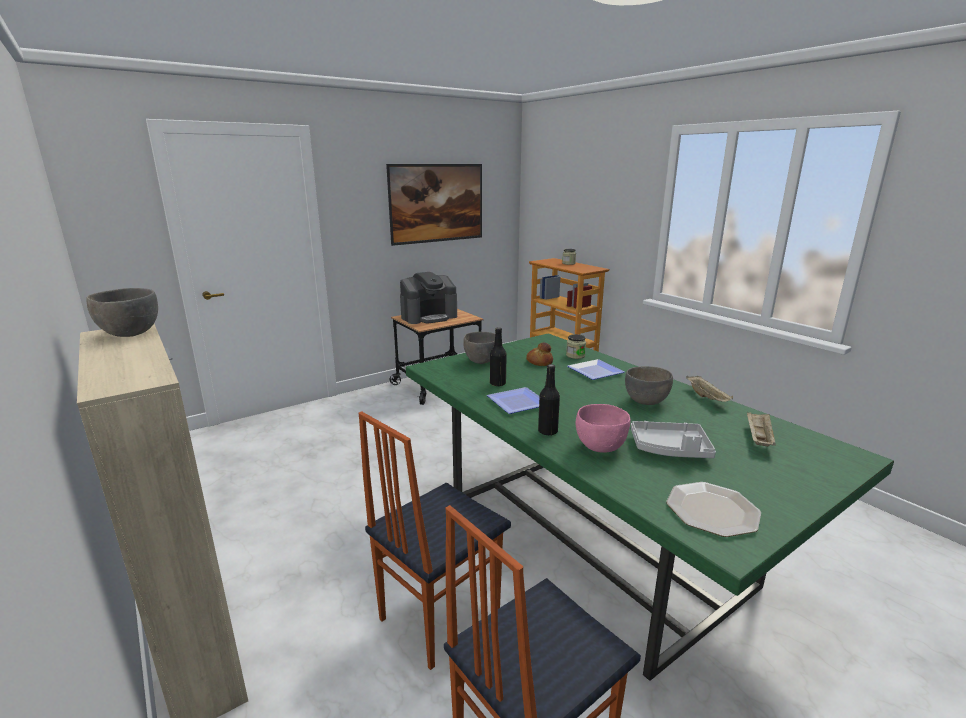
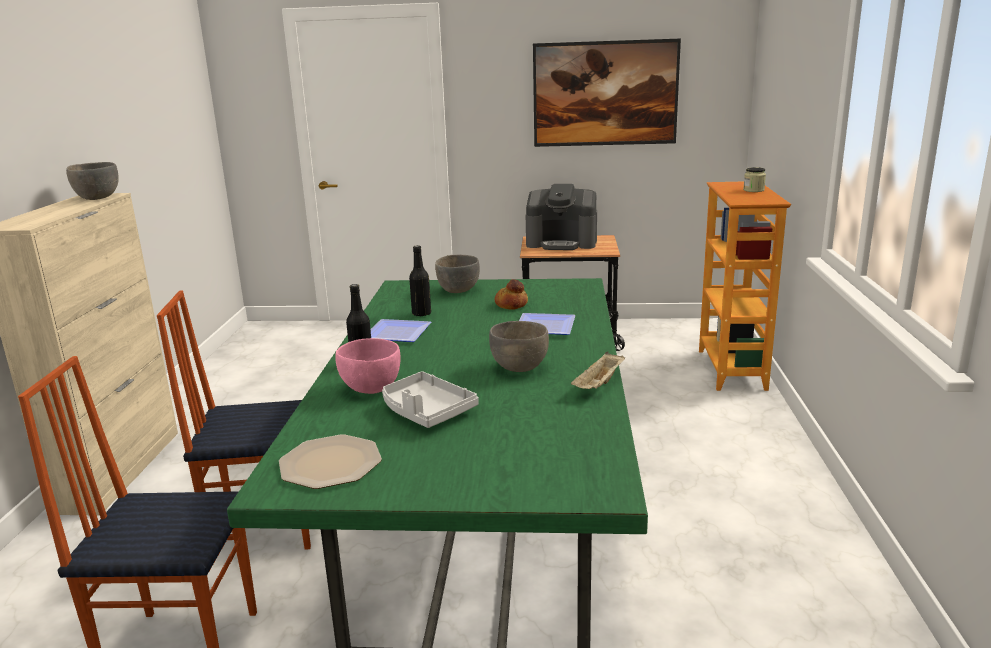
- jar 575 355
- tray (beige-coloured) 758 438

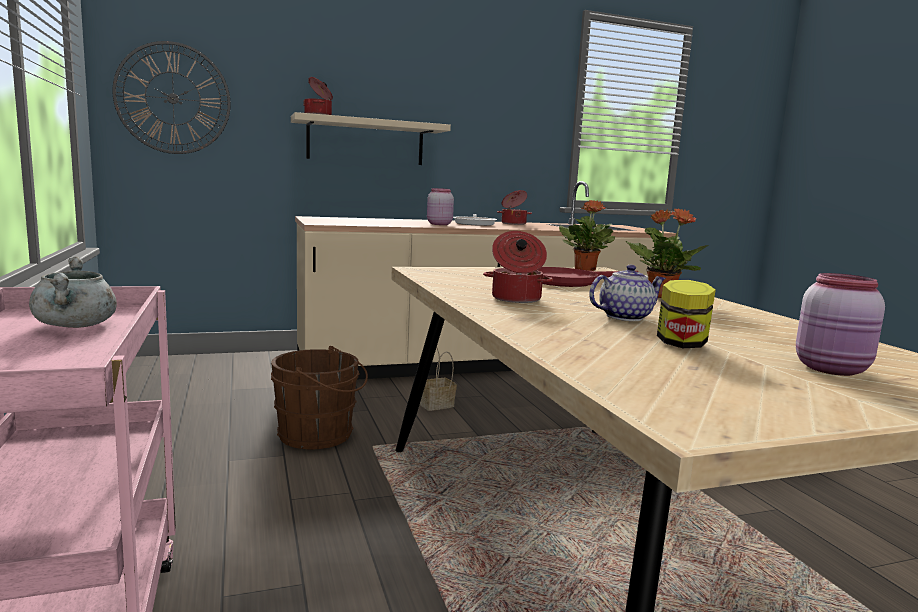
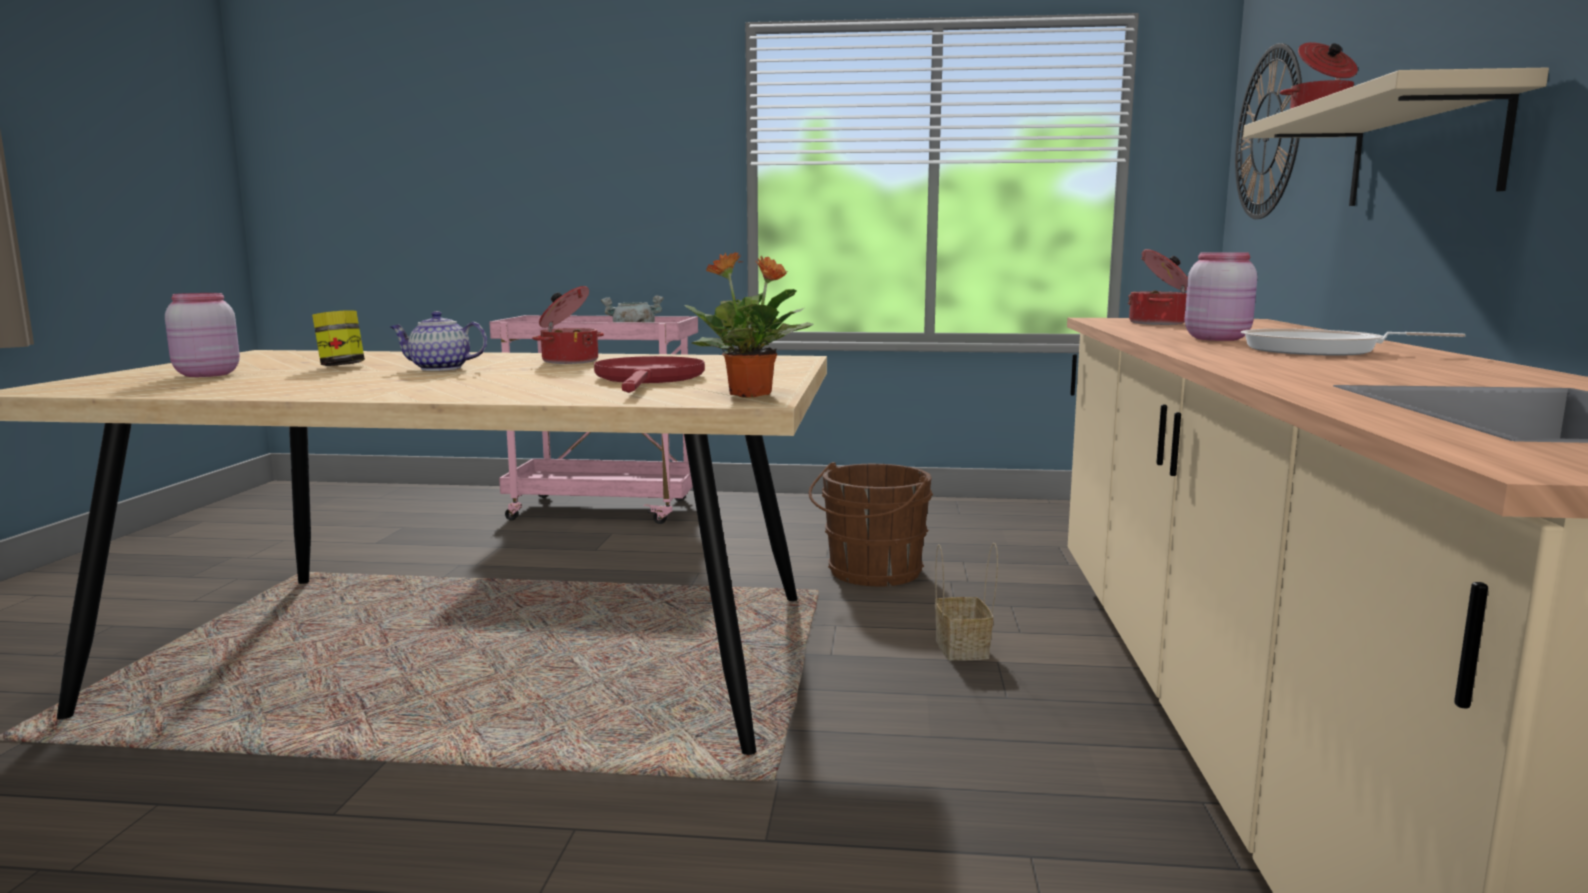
- houseplant 660 296
~ stockpot 513 223 to 1159 323
~ pot for tea 624 317 = 439 369 90 degrees clockwise

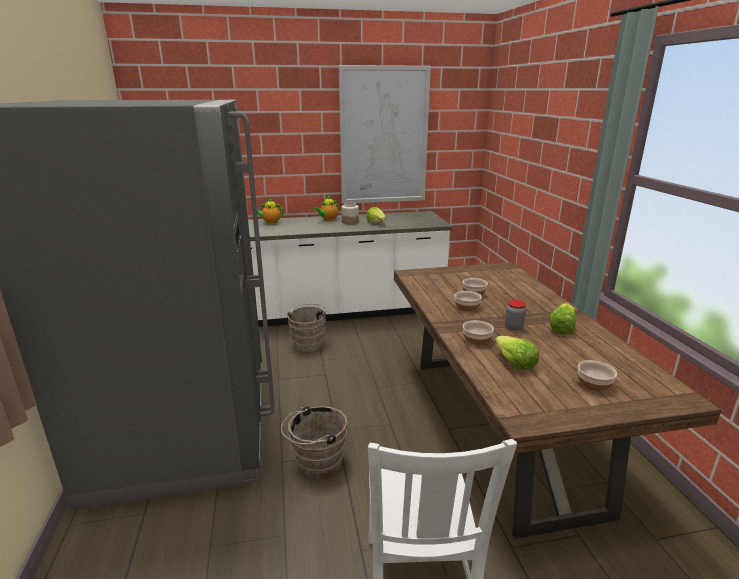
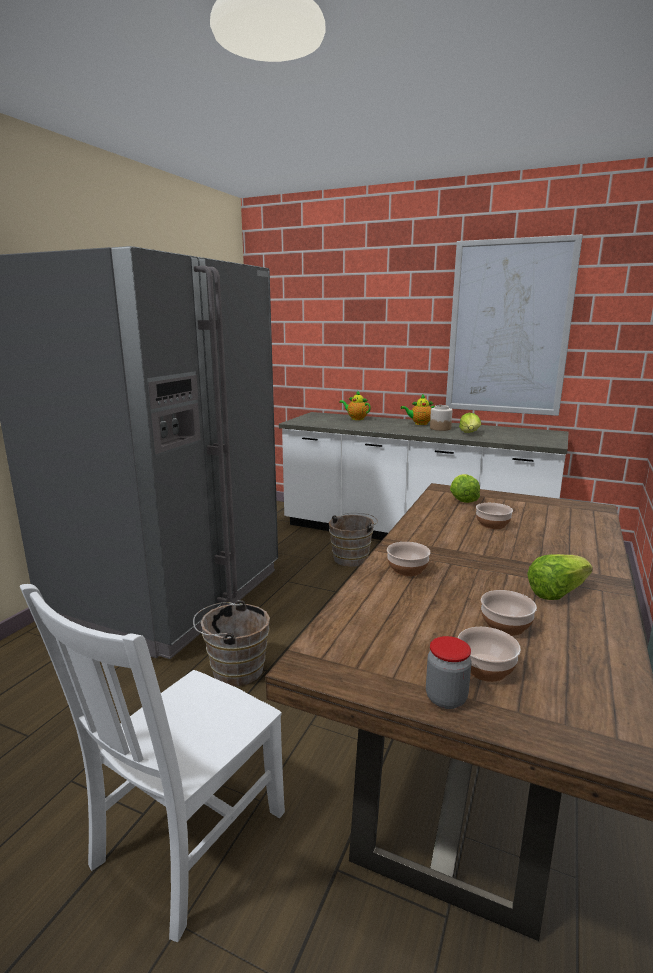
~ serving bowl 466 307 to 505 625
~ head of lettuce 514 363 to 463 499
~ jar 513 327 to 446 698

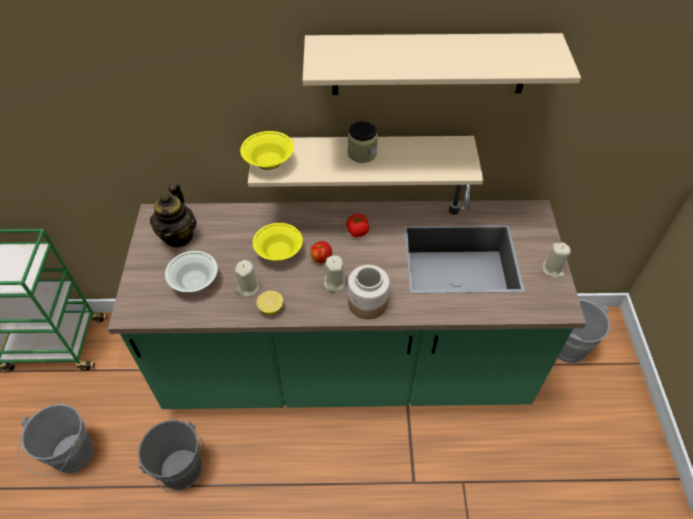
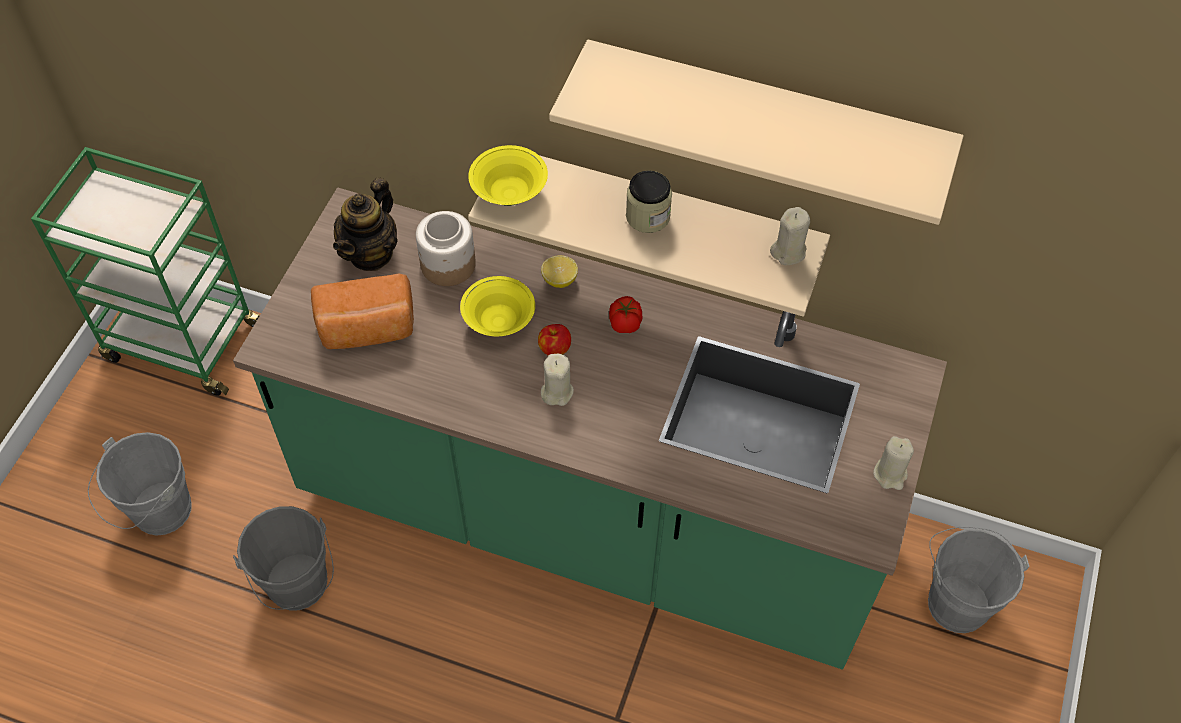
~ candle (beige-coloured) 248 287 to 788 251
~ whole lemon 271 308 to 559 280
~ jar 367 303 to 448 265
~ serving bowl (white-coloured) 195 282 to bakery bread 367 330

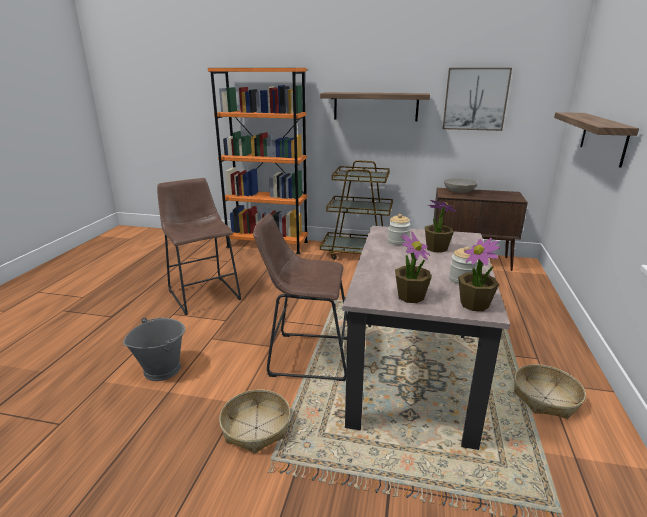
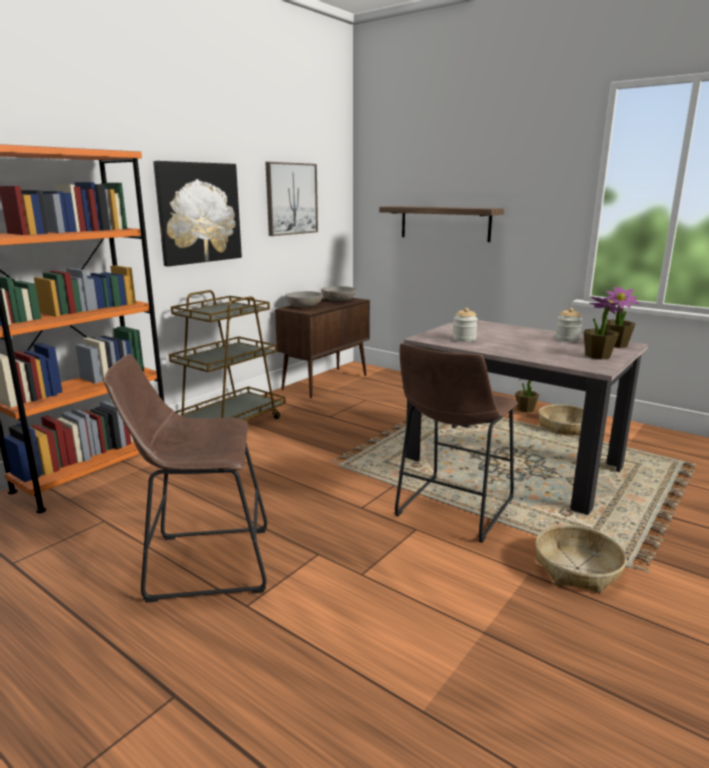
- bucket (gray) 162 369
+ serving bowl (gray) 339 300
~ houseplant 436 248 to 525 409
~ wall shelf 375 106 to picture 198 213

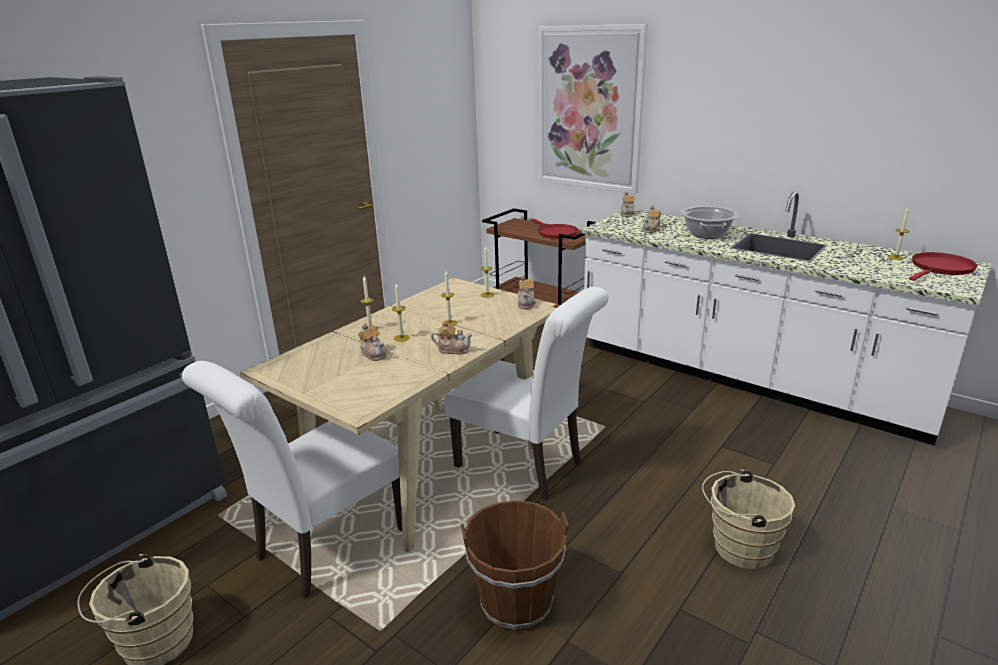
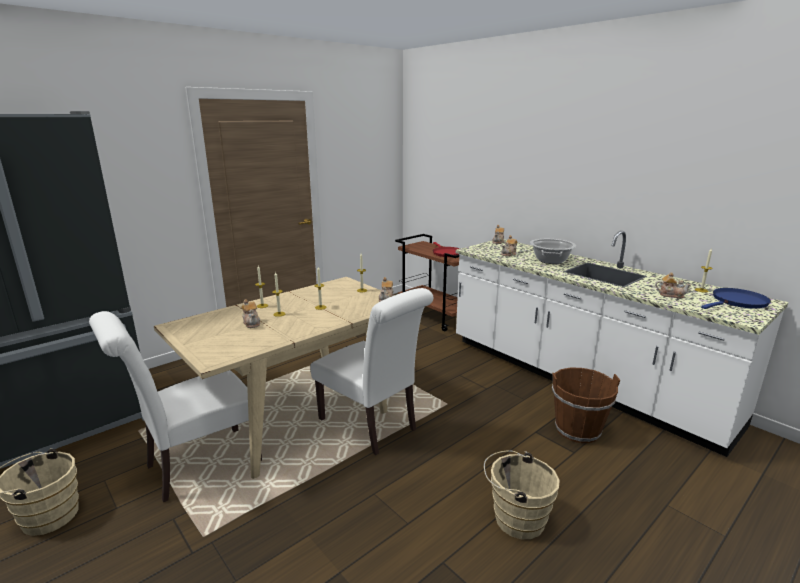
- picture 589 109
~ pot for tea 453 349 to 670 295
~ bucket (brown) 516 602 to 577 430
~ frying pan (red-coloured) 940 268 to frying pan (blue-coloured) 737 302

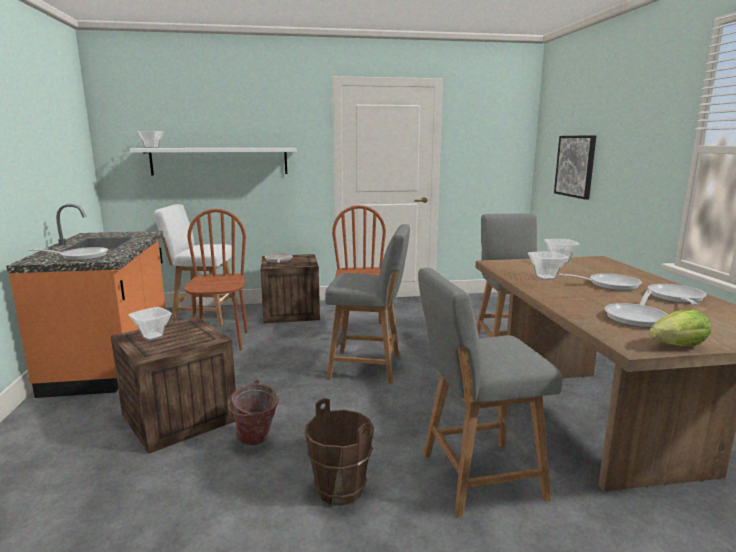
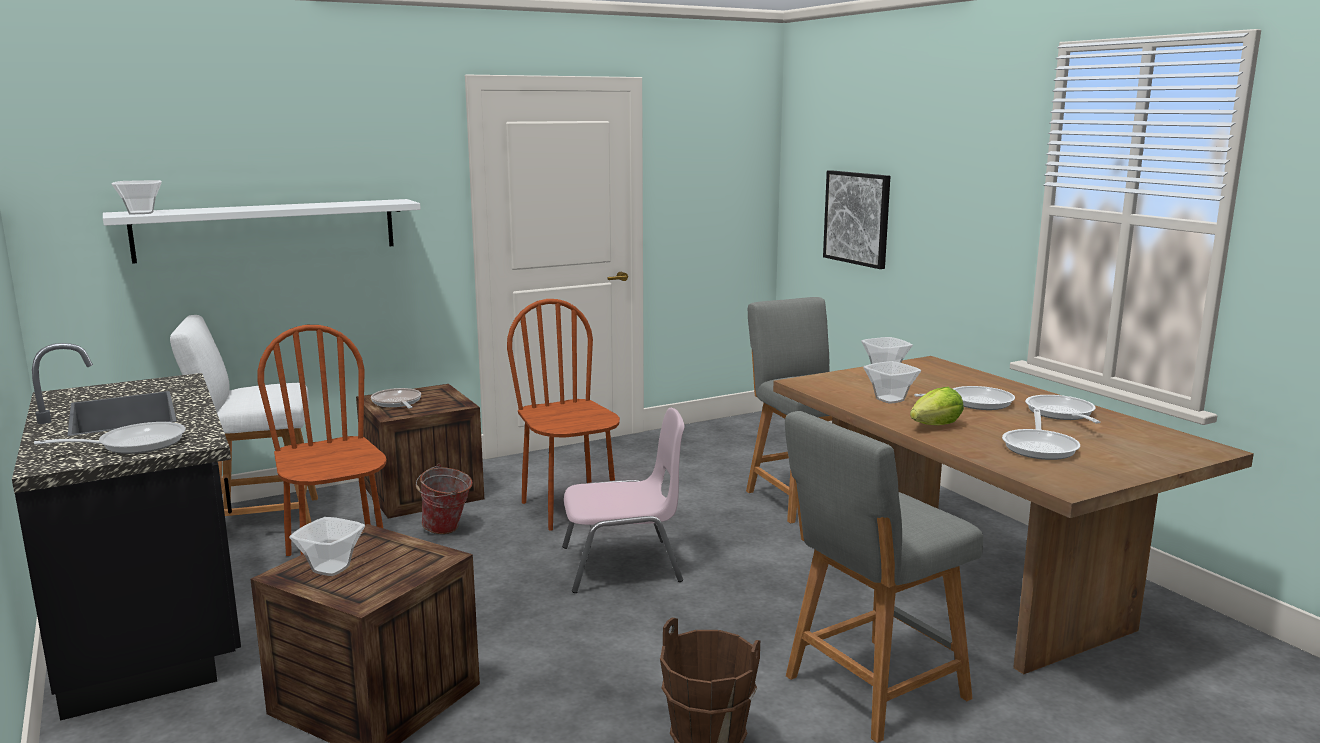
~ bucket 256 441 to 446 530
~ head of lettuce 678 346 to 936 426
~ stool seat (gray) 369 367 to upright chair (pinkish) 623 565
~ kitchen counter (orangey) 113 359 to kitchen counter (black-coloured) 154 626

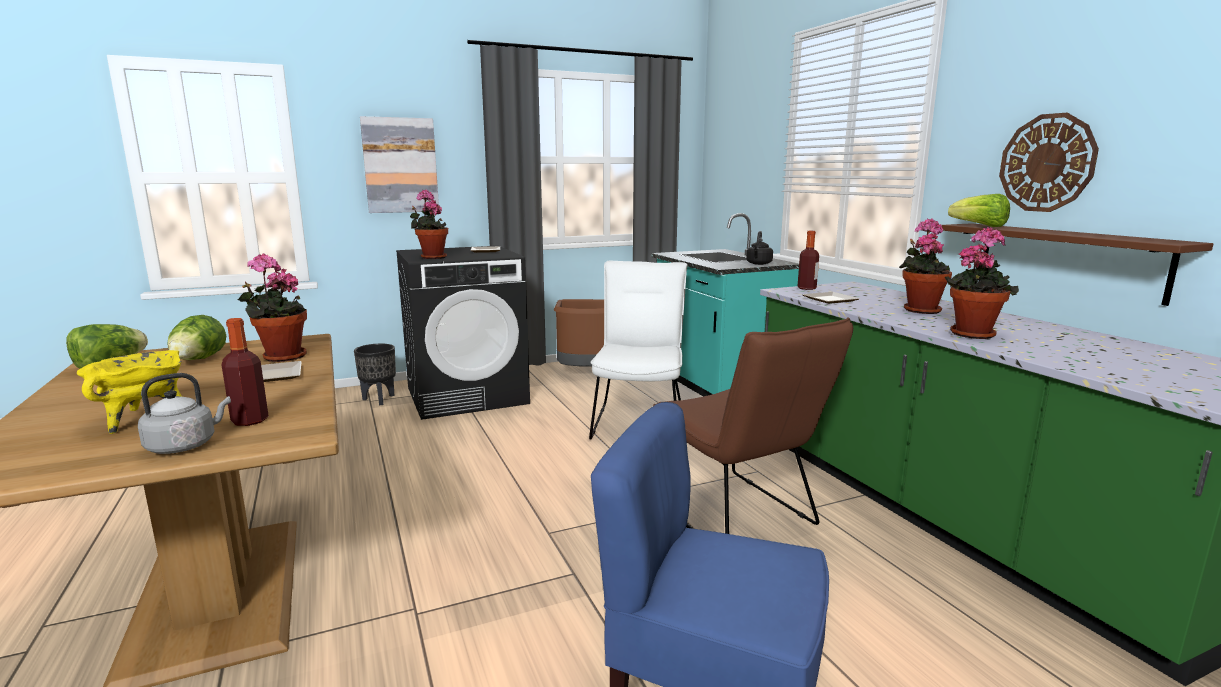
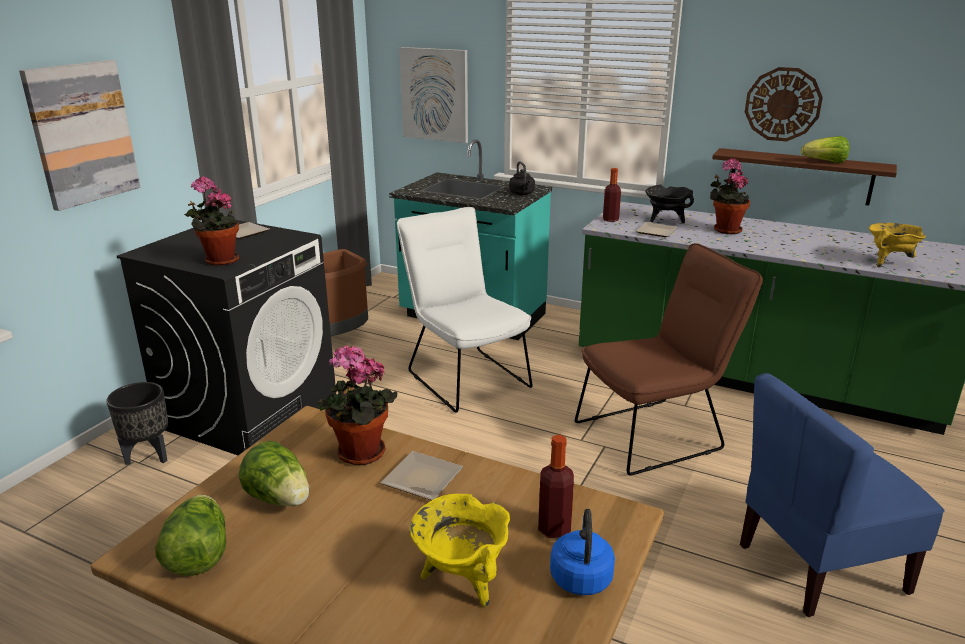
- houseplant 972 333
+ picture 435 94
+ stockpot (black-coloured) 665 220
+ stockpot (yellow-coloured) 889 262
~ head of lettuce 979 226 to 825 162
~ kettle (gray) 185 445 to kettle (blue-coloured) 581 576
~ upright chair (brown) 737 516 = 656 434 45 degrees counterclockwise

